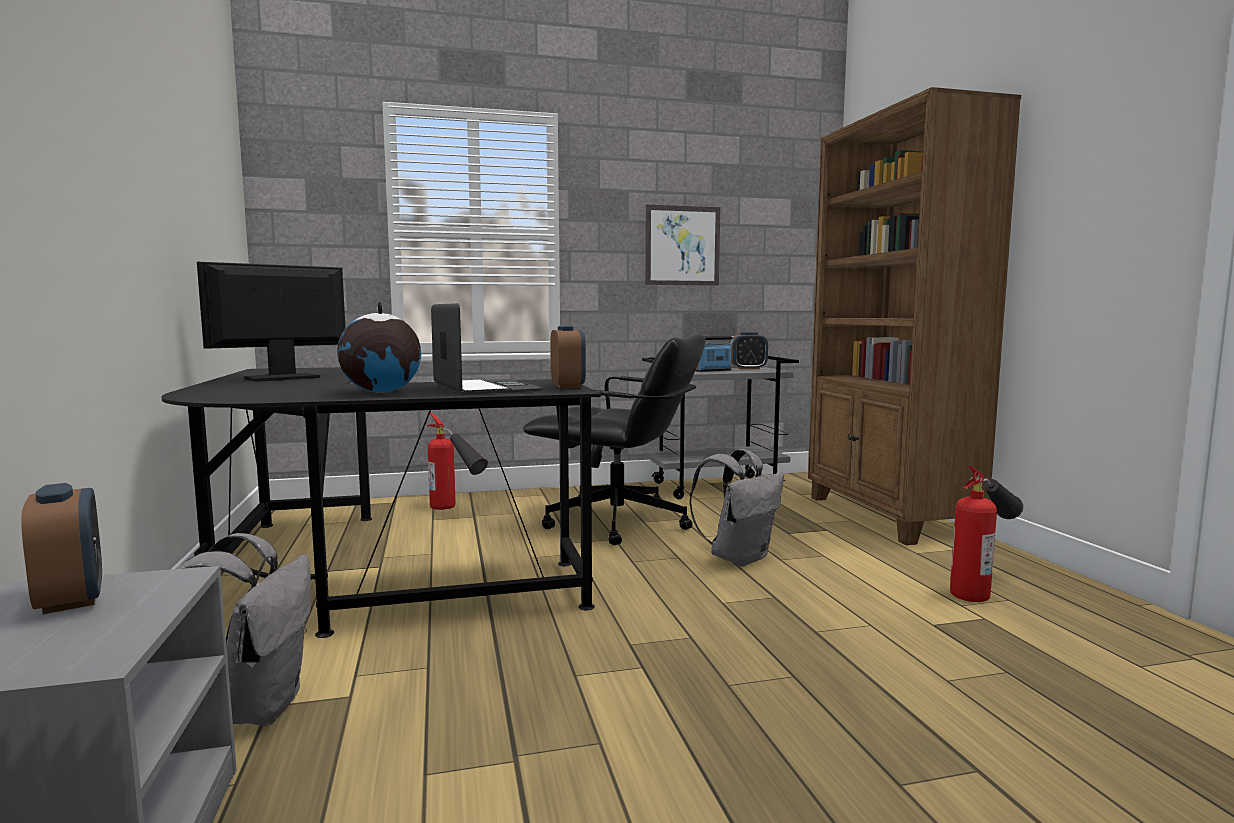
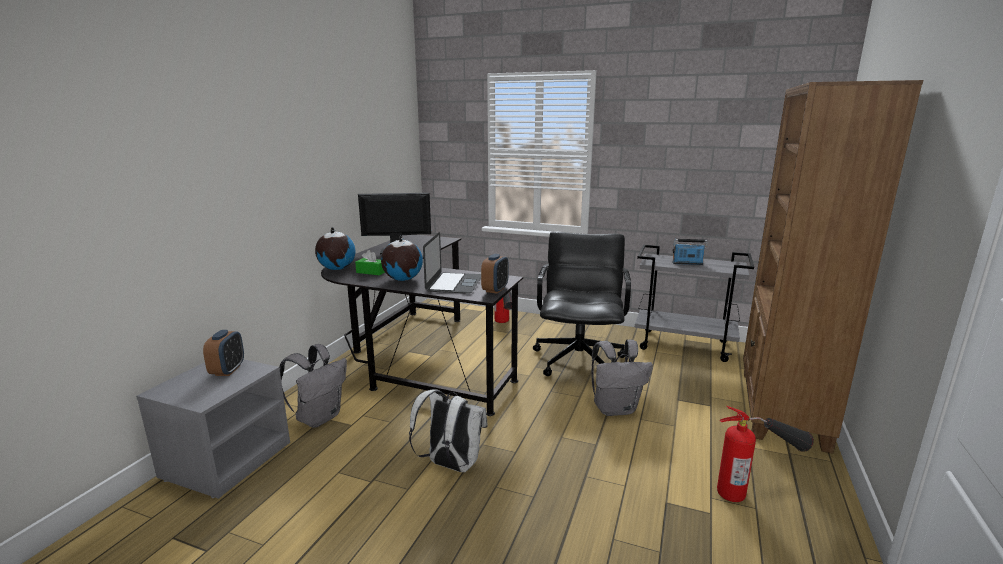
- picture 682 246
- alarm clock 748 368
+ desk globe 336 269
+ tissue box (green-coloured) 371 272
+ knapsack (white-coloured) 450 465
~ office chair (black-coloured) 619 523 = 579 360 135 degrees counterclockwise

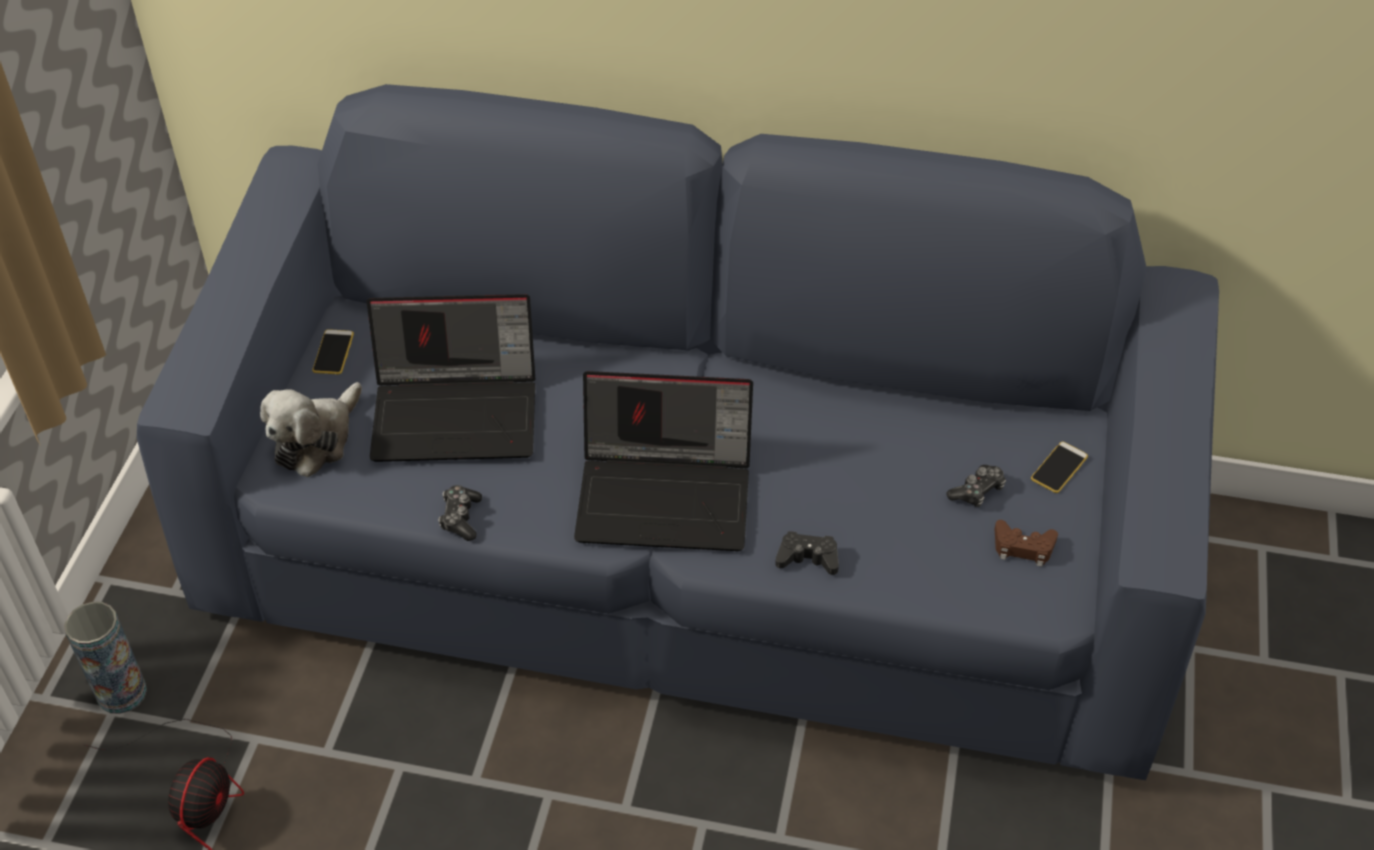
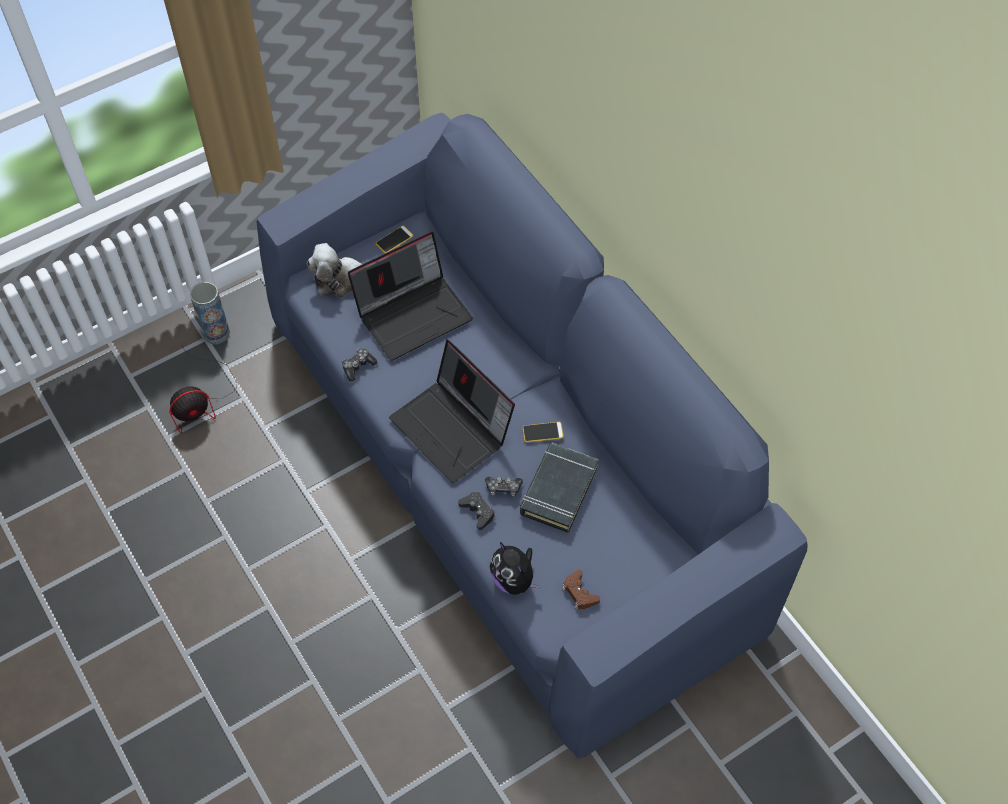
+ plush toy 514 579
+ bound book (black-coloured) 558 490
~ gamepad 977 491 to 503 488
~ telephone 1059 468 to 542 432
~ portable computer 458 412 = 414 313 75 degrees counterclockwise

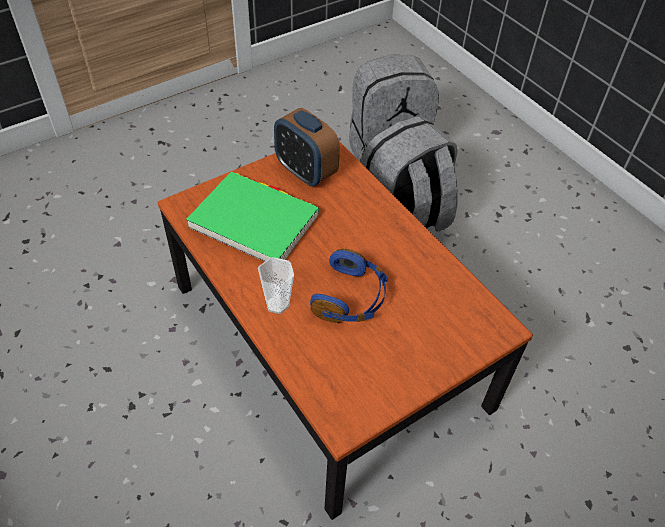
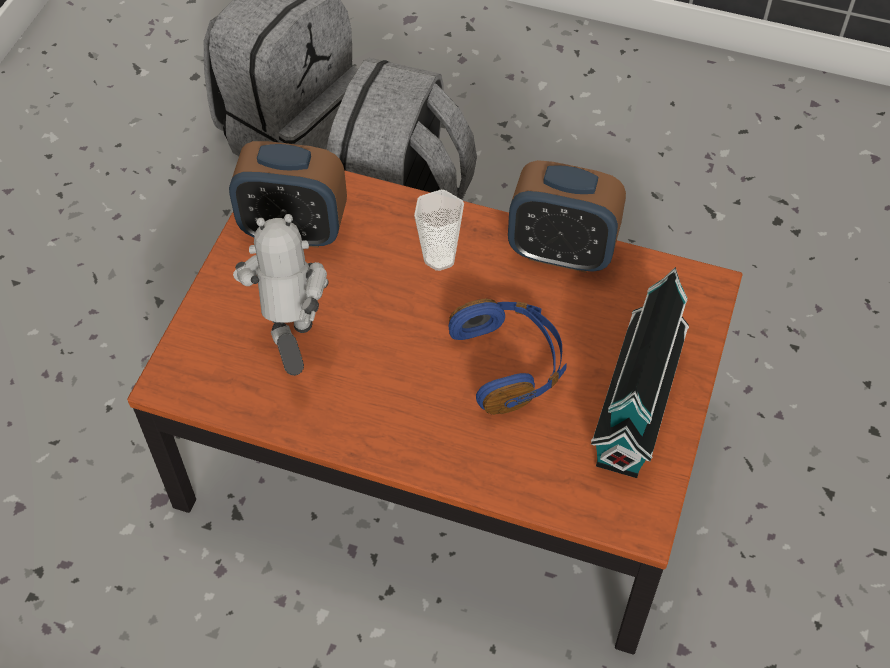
+ alarm clock 561 252
+ miniature house 637 402
~ small cup 277 304 to 439 258
~ bound book (green-coloured) 254 222 to robot figure 294 343

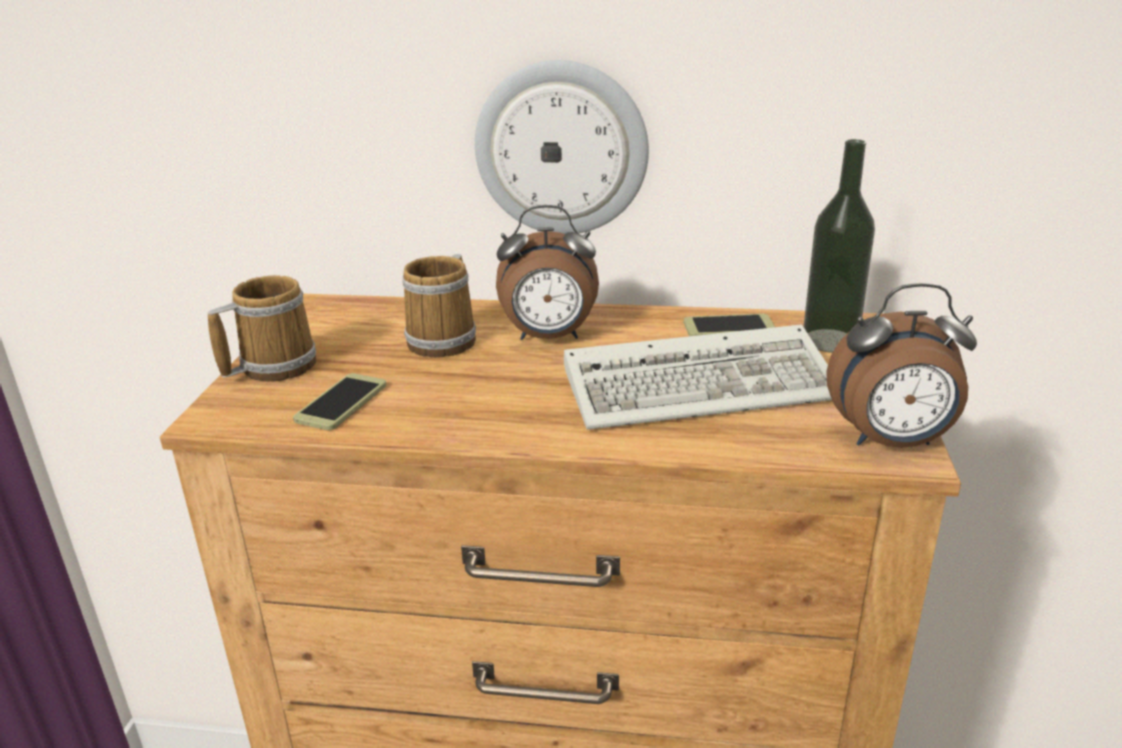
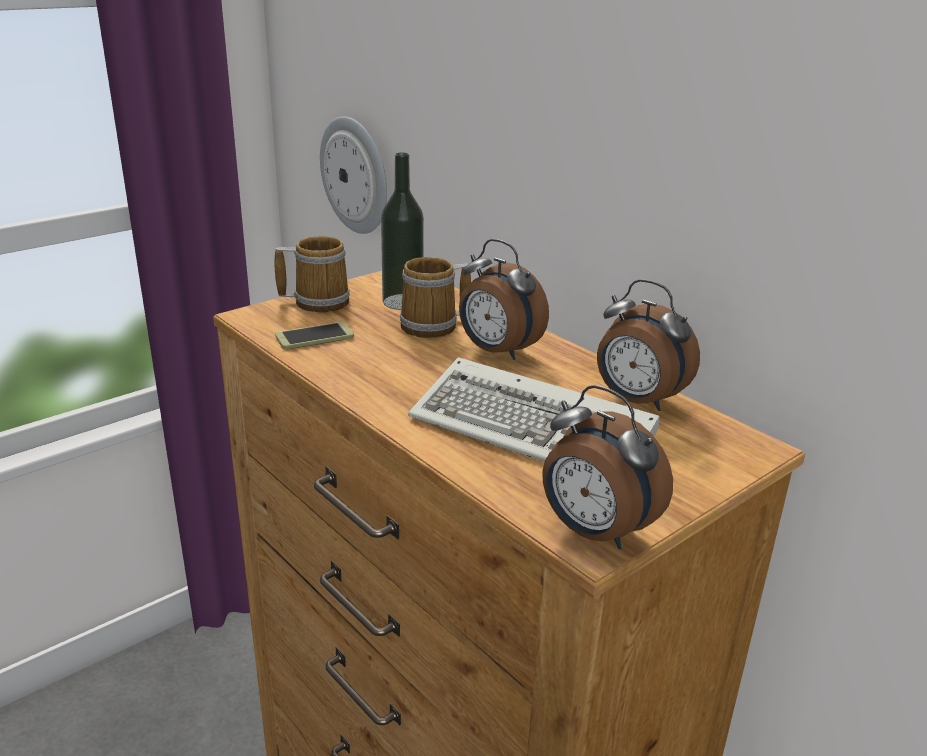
~ clock on the wall 561 149 to 356 175
~ drink bottle 830 341 to 402 302
~ telephone 729 328 to alarm clock 637 401

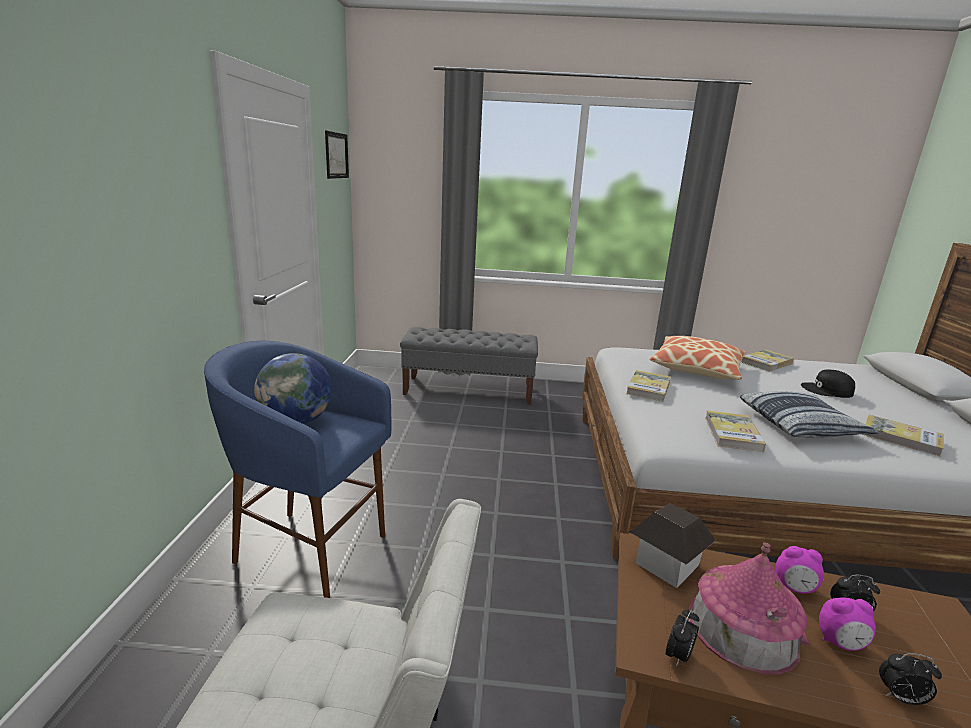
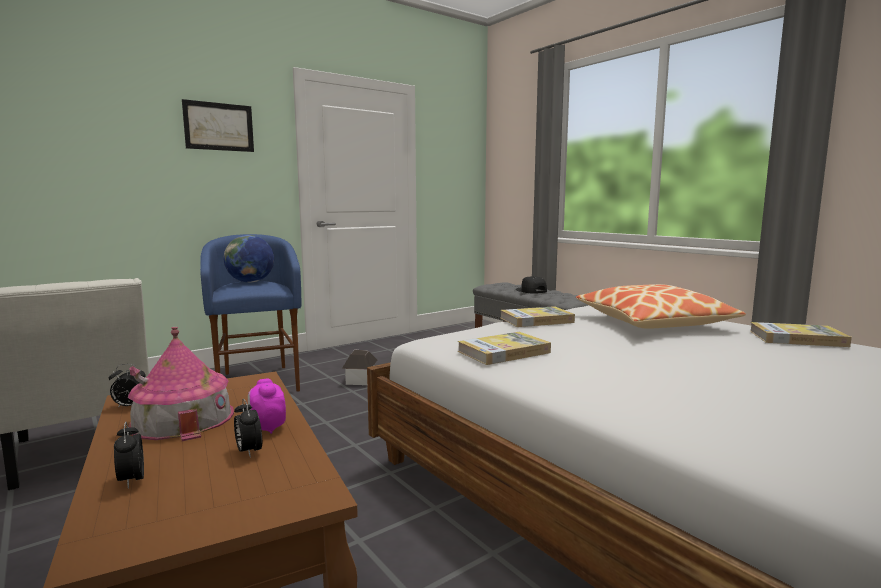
- throw pillow 801 425
- alarm clock 840 643
- bound book 901 438
~ picture 336 155 to 219 126
~ miniature house 666 564 to 360 381
~ peaked cap (black-coloured) 827 390 to 530 290

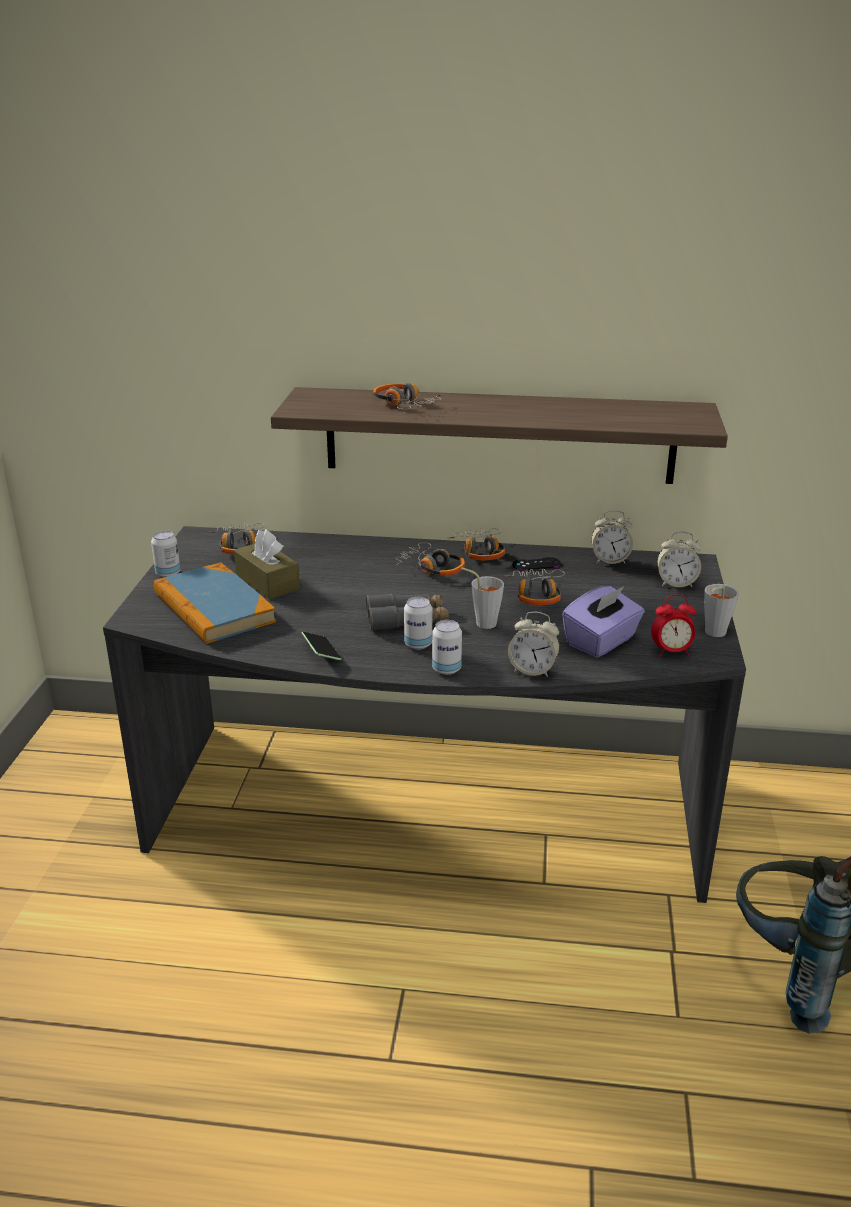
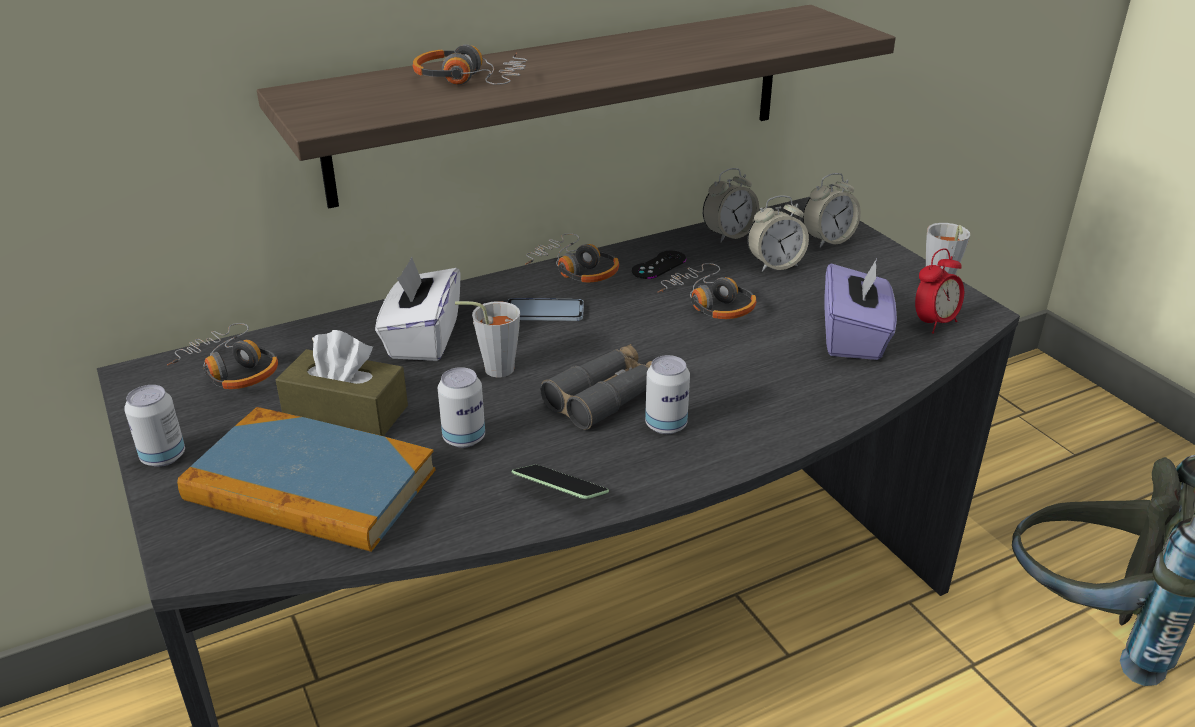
+ tissue box (white-coloured) 422 339
~ can 446 669 to 464 438
~ small cup (gray) 482 622 to 492 369
~ alarm clock 532 670 to 775 265
~ headphones 431 568 to telephone 544 312

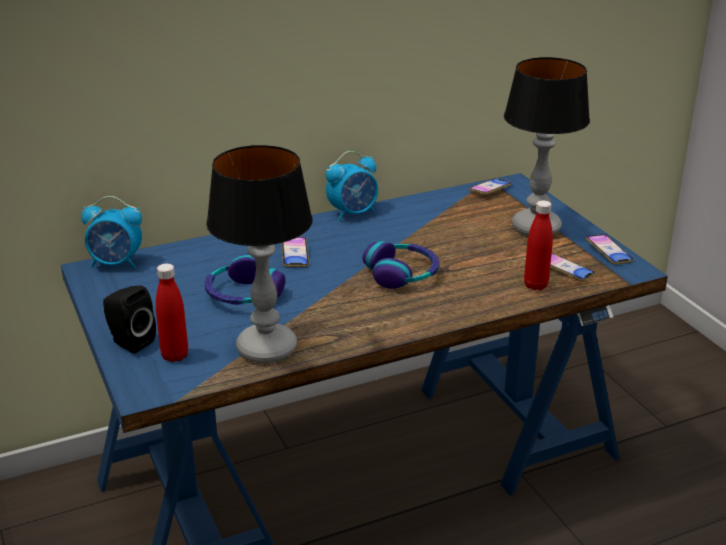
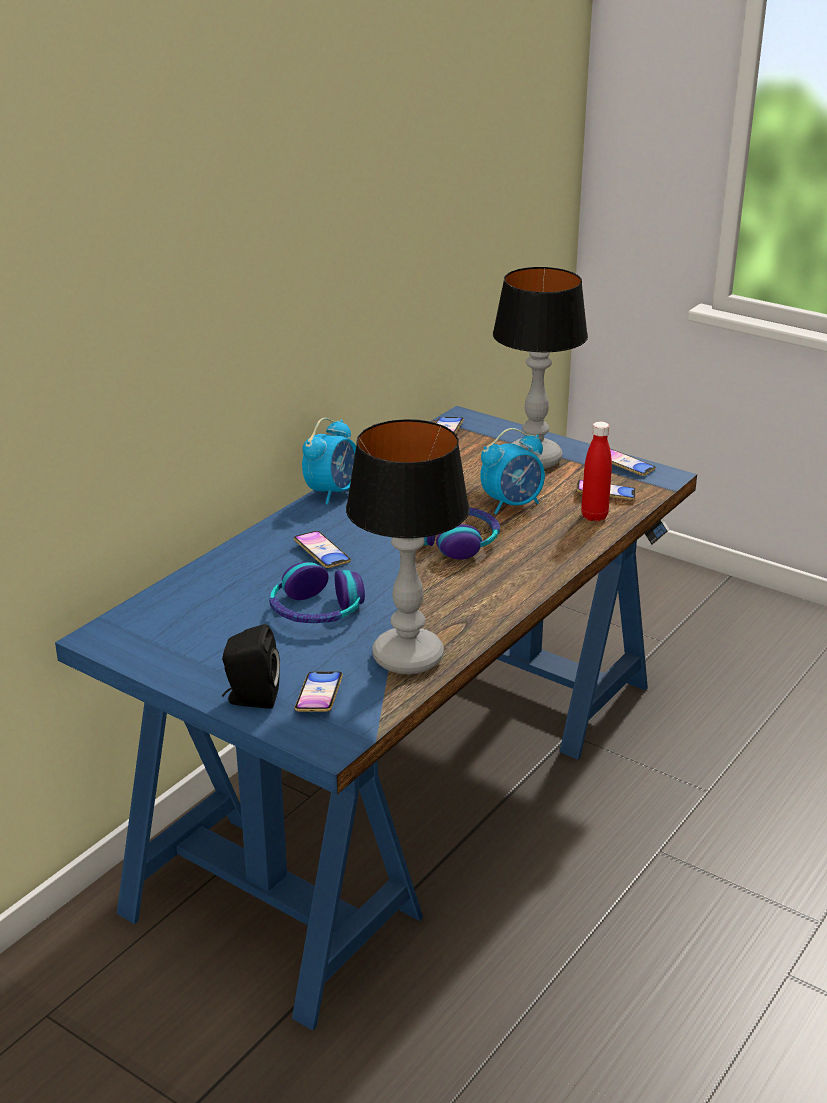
~ alarm clock 116 263 to 512 504
~ drink bottle (red-coloured) 175 356 to telephone 319 696

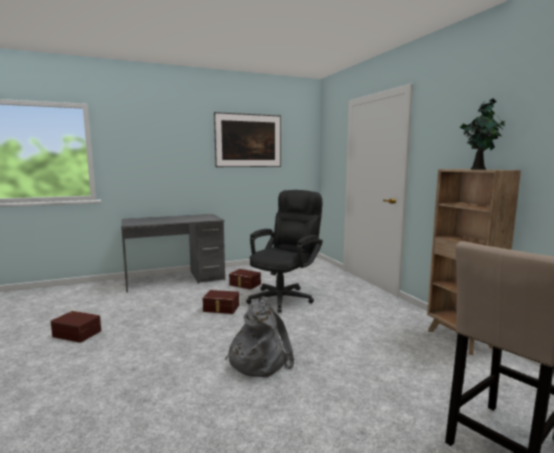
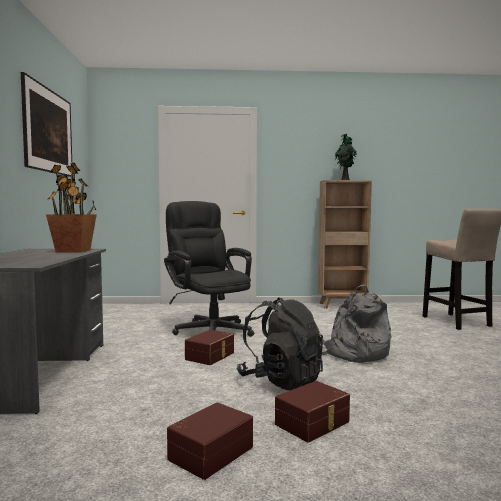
+ houseplant 73 251
+ knapsack (black-coloured) 281 381
~ storage bin (brown) 244 284 to 313 423

